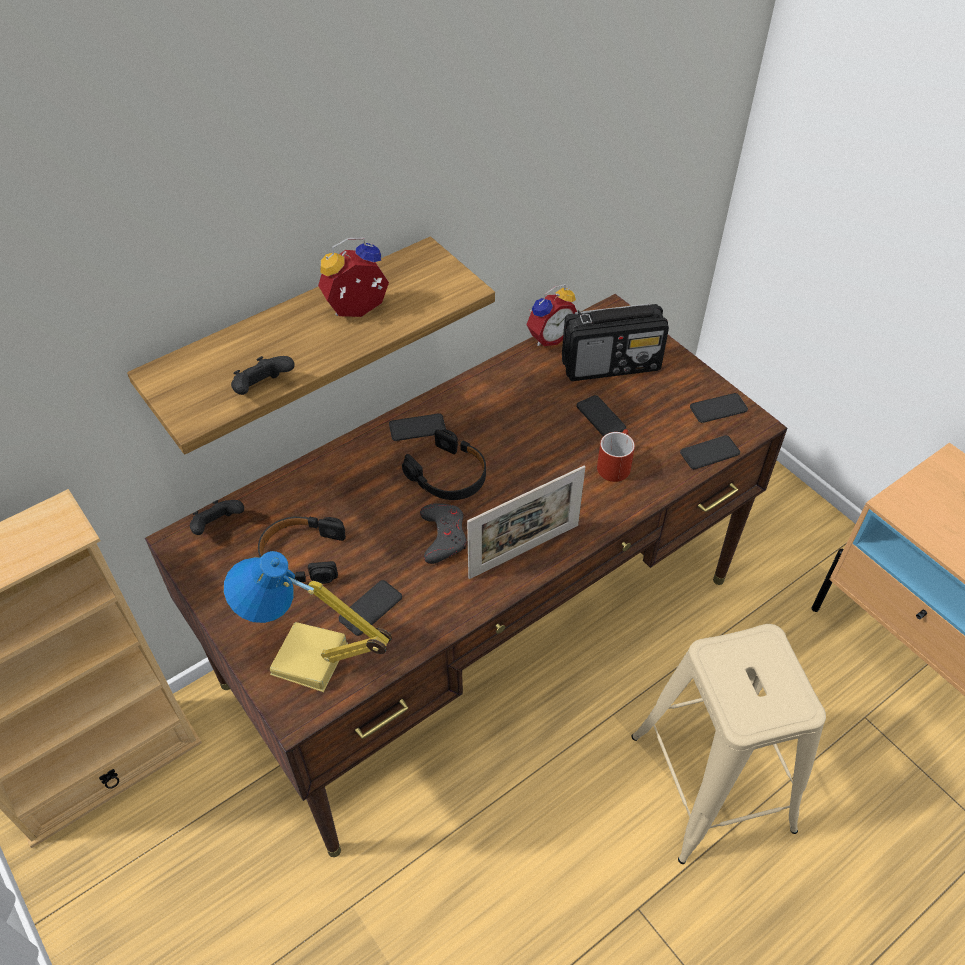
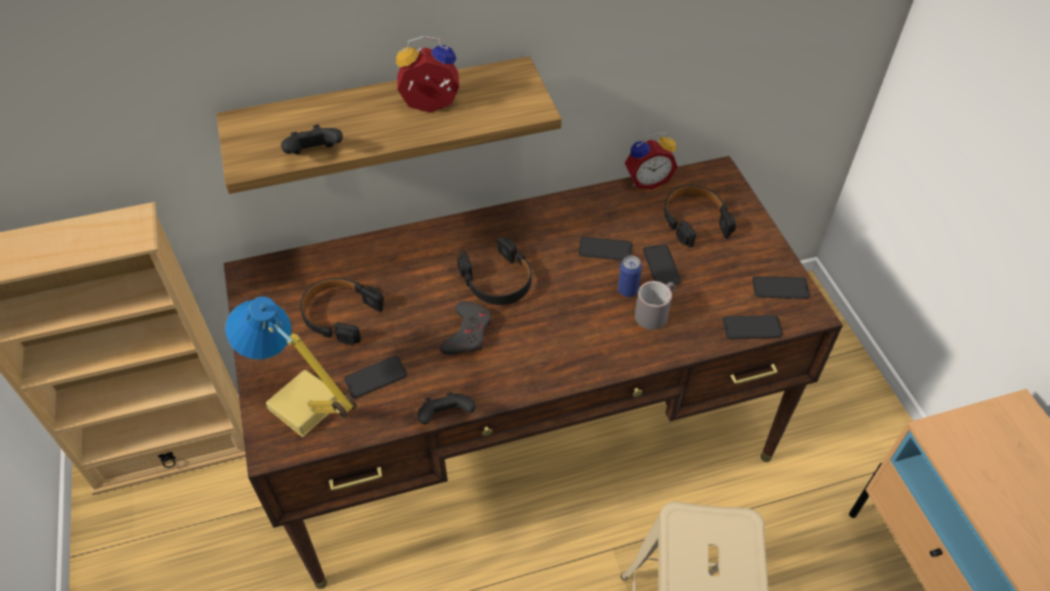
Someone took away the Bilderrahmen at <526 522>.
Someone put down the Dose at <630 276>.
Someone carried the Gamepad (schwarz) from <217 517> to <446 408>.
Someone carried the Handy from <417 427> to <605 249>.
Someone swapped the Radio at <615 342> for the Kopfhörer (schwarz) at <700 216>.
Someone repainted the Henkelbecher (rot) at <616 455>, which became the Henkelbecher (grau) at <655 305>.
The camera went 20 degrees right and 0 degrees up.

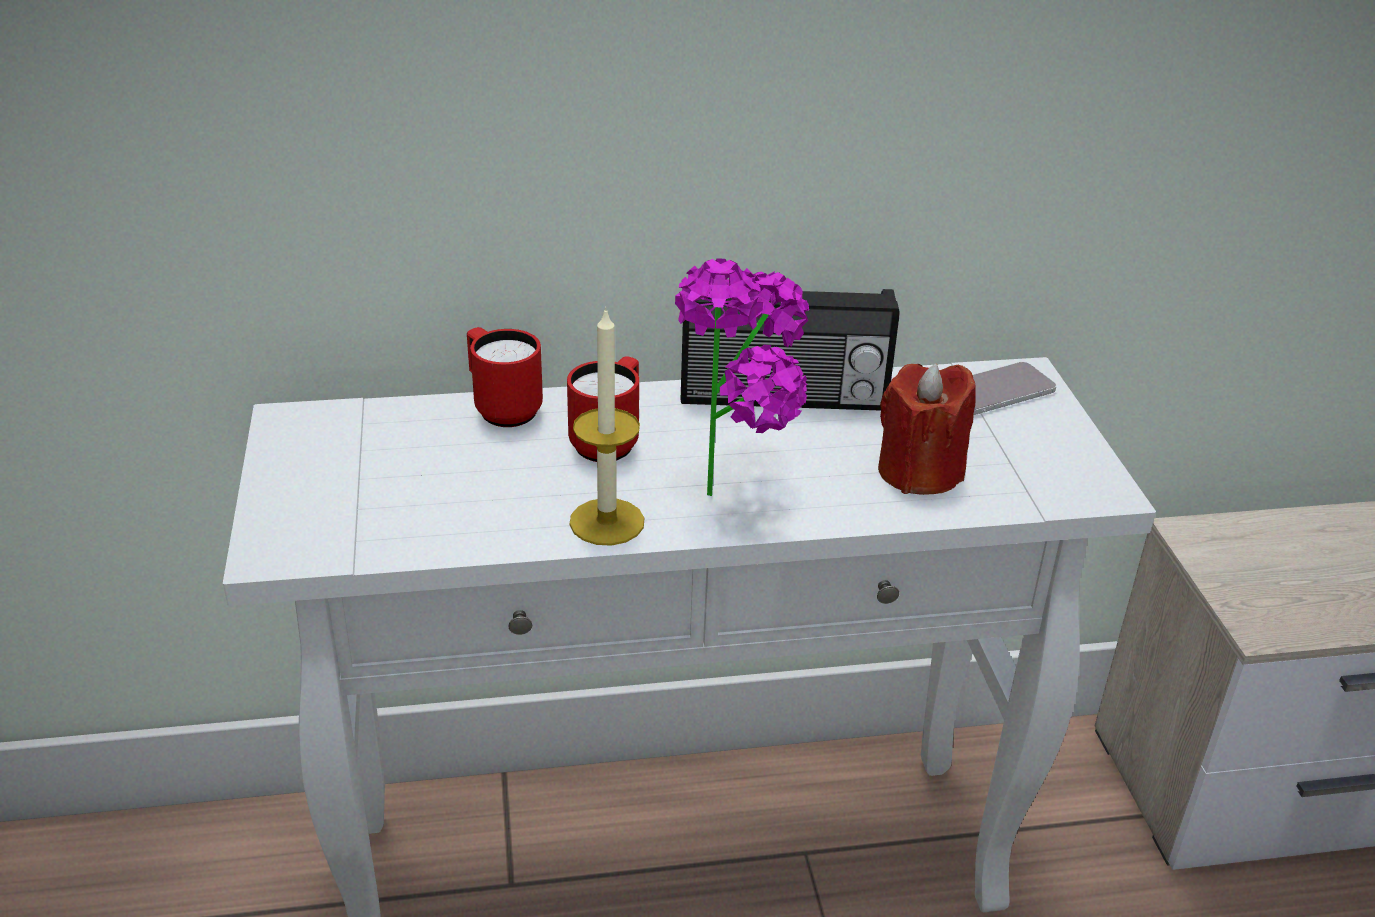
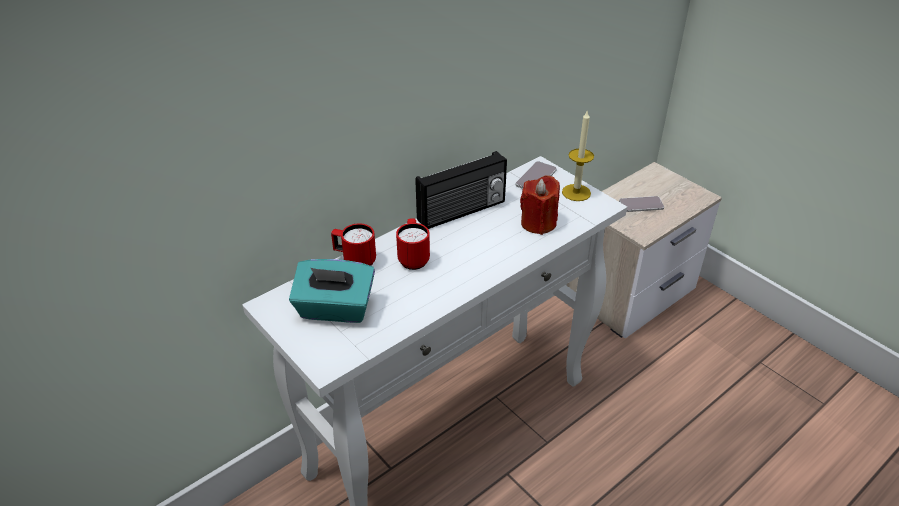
Someone took away the Topfpflanze at <742 377>.
Someone put down the Taschentuchbox (türkis) at <332 291>.
Someone put down the Handy at <641 204>.
Someone carried the Kerze from <606 426> to <578 156>.
The camera went 30 degrees left and 5 degrees up.

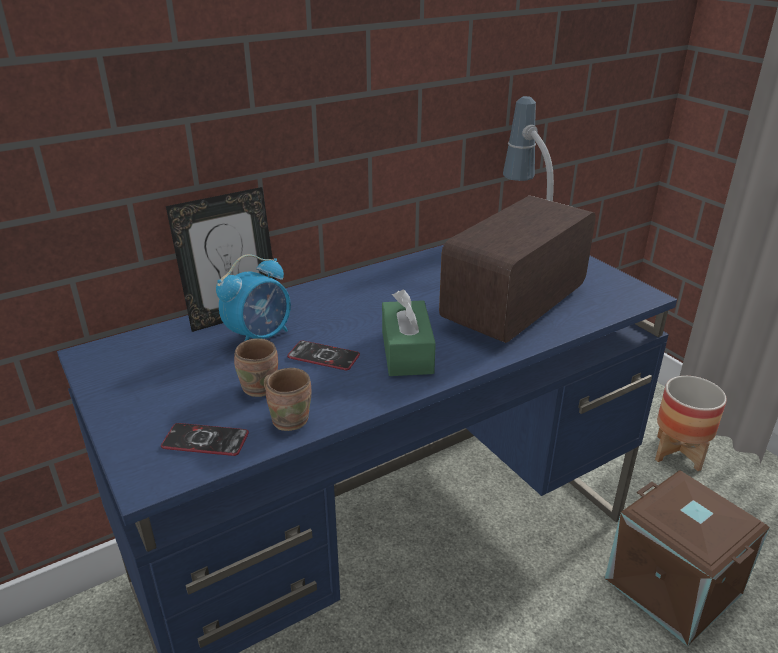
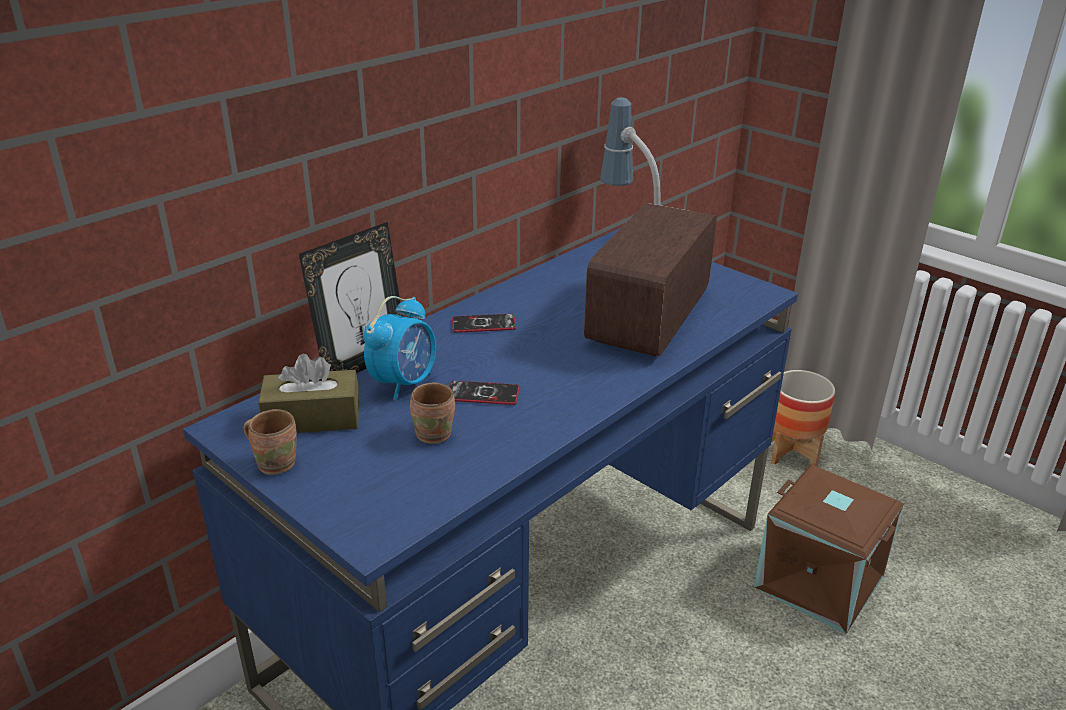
Someone took away the Taschentuchbox (grün) at <409 332>.
Someone put down the Taschentuchbox (braun) at <308 393>.
Someone carried the Handy from <205 439> to <484 323>.
Someone carried the Henkelbecher (braun) from <287 399> to <270 442>.
The camera went 15 degrees left and 0 degrees up.

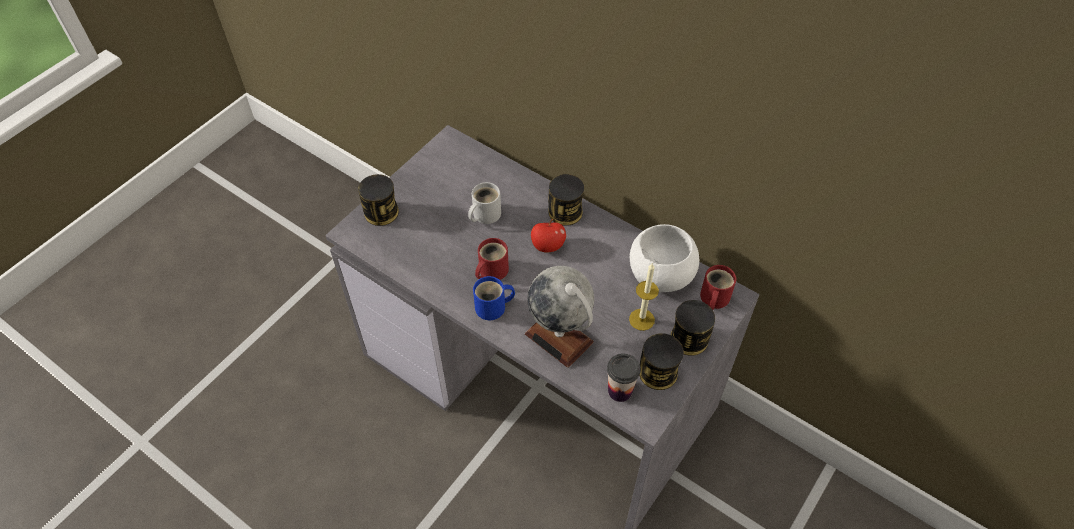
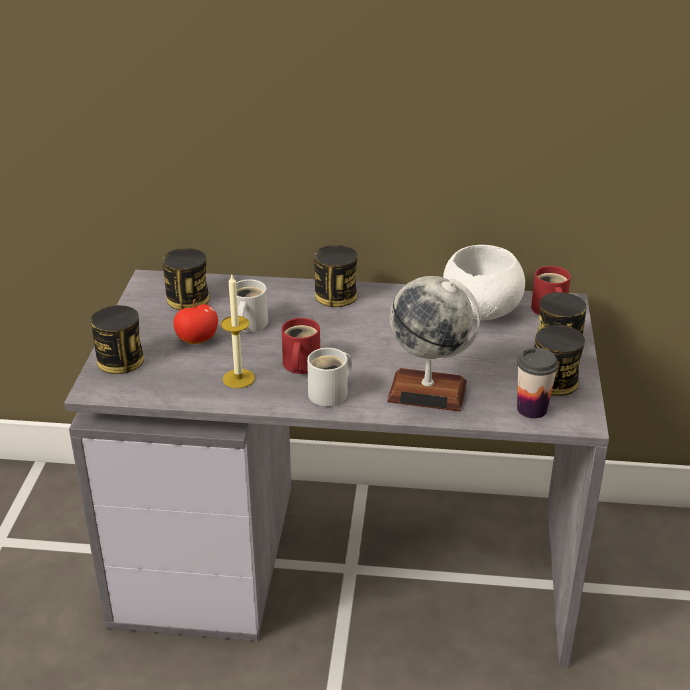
Someone put down the Dose at <186 279>.
Someone carried the Apfel from <548 236> to <195 321>.
Someone carried the Kerze from <644 297> to <238 330>.
Someone repainted the Henkelbecher (blau) at <494 298>, which became the Henkelbecher (weiß) at <329 377>.
The camera went 30 degrees left and 20 degrees down.

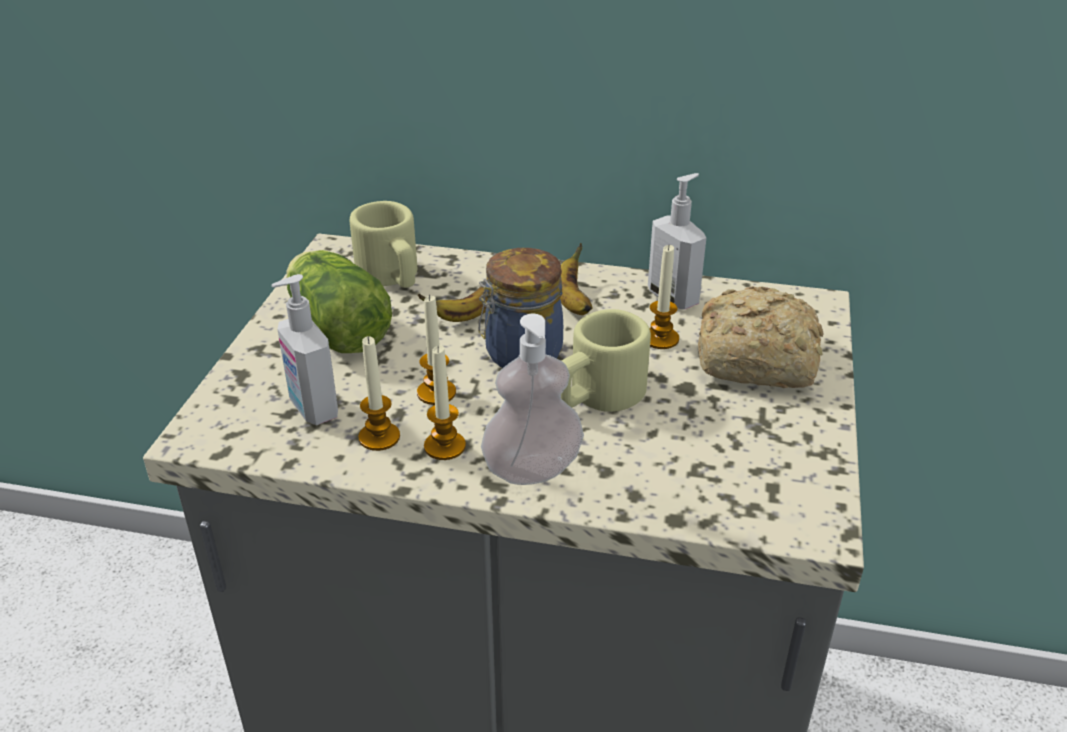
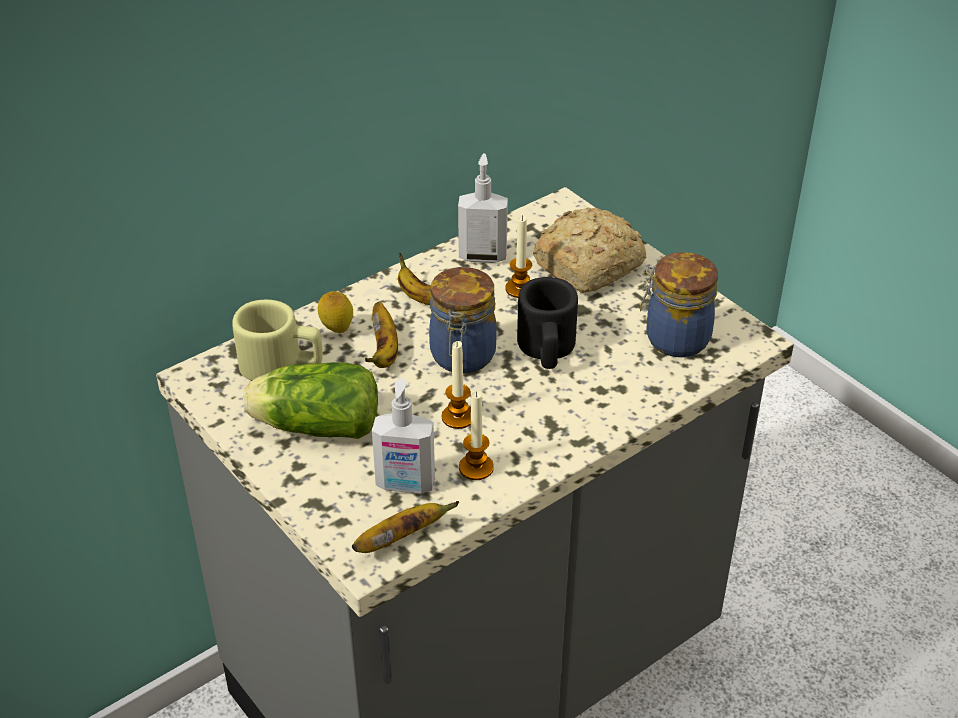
Someone took away the Kerze at <445 403>.
Someone took away the Seifenspender at <532 399>.
Someone put down the Zitrone at <335 312>.
Someone put down the Banane at <405 527>.
Someone put down the Vorratsglas at <679 304>.
Someone repainted the Henkelbecher (beige) at <606 360>, which became the Henkelbecher (schwarz) at <547 323>.
The camera went 50 degrees left and 5 degrees up.

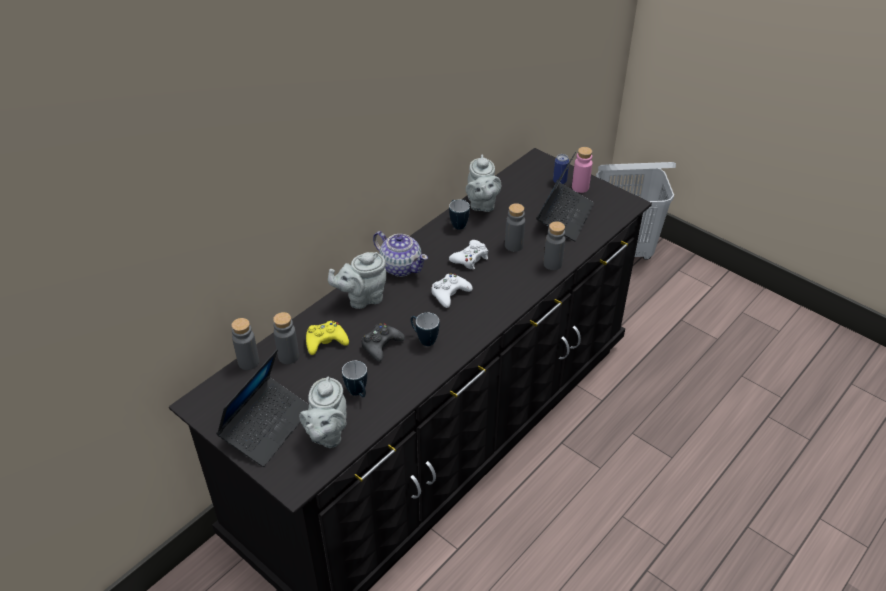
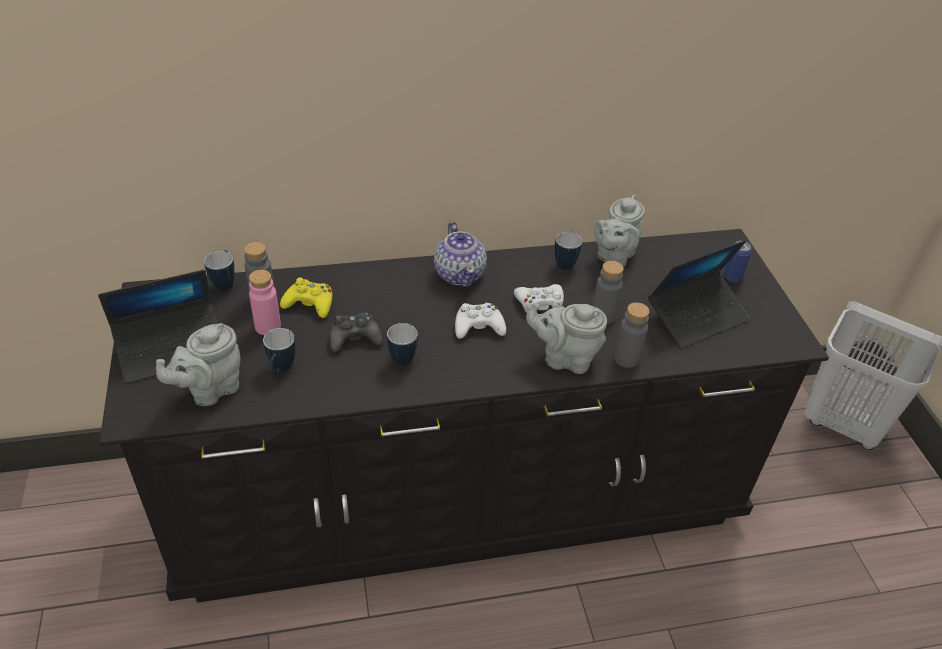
Someone carried the Teekanne (grau) from <357 280> to <566 338>.
Someone carried the Flasche (rosa) from <582 170> to <265 302>.
Someone swapped the Flasche (grau) at <245 344> for the Henkelbecher at <219 271>.
The camera went 35 degrees right and 0 degrees up.

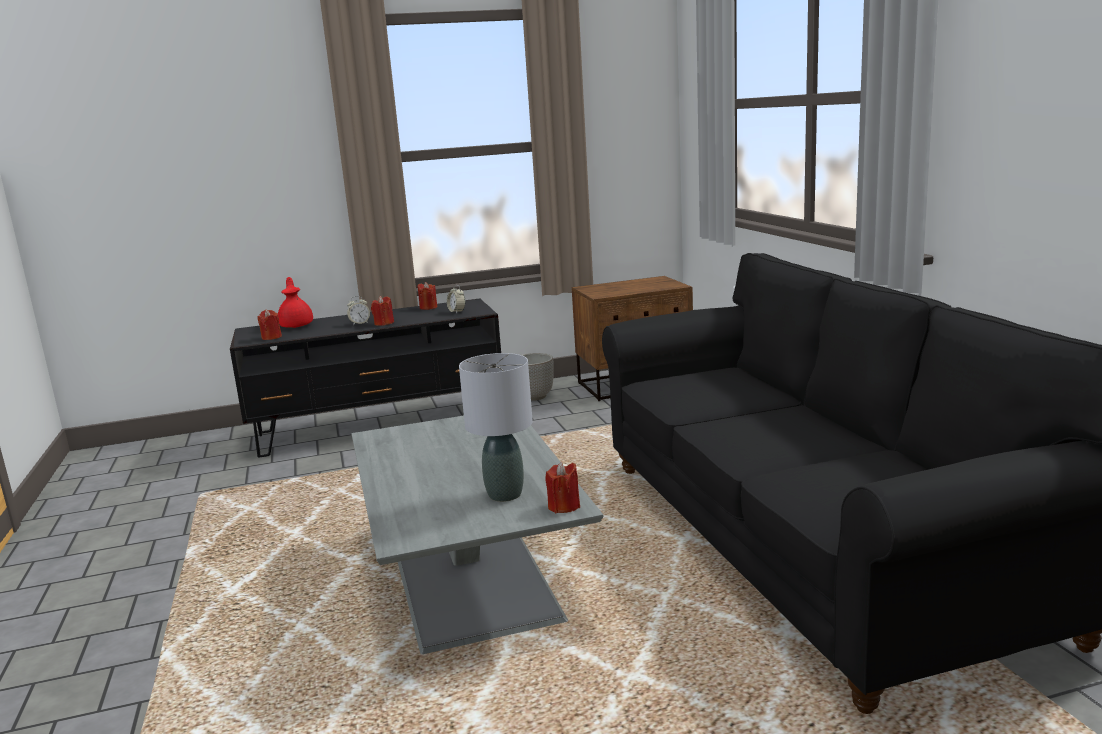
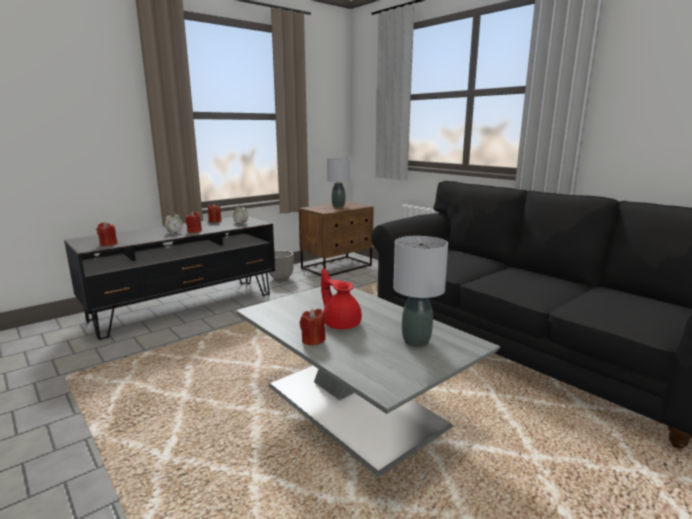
Someone put down the Tischlampe (grau) at <338 182>.
Someone carried the Teekanne (rot) from <295 302> to <341 299>.
Someone carried the Kerze (rot) from <562 487> to <313 327>.
The camera went 25 degrees left and 0 degrees up.

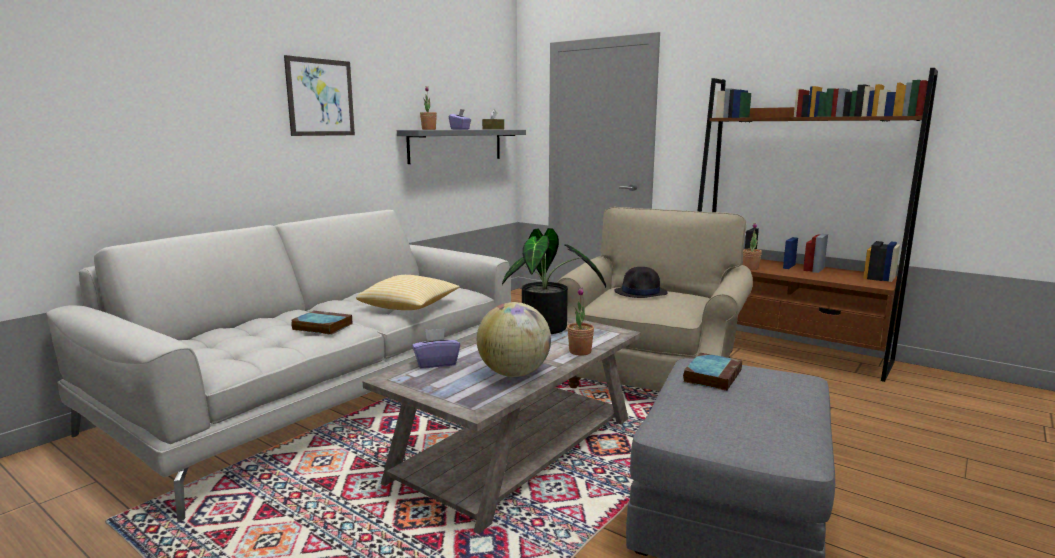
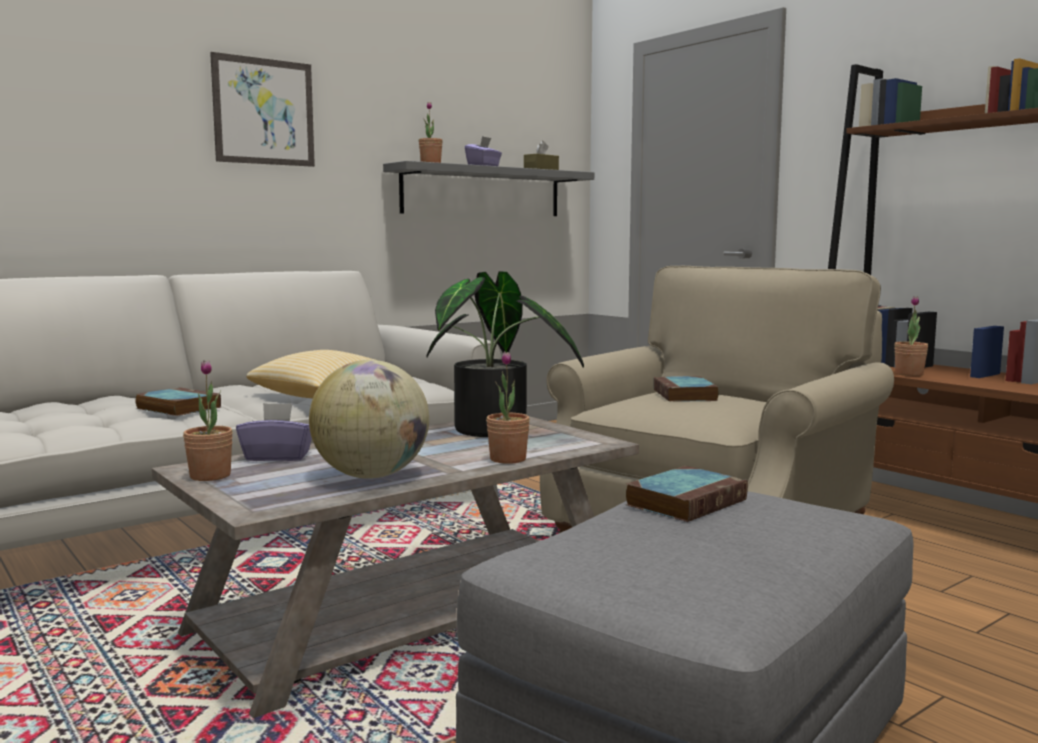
Someone put down the Topfpflanze at <208 420>.
Someone swapped the Hut (schwarz) at <640 282> for the Buch at <686 389>.
The camera went 15 degrees right and 5 degrees down.

